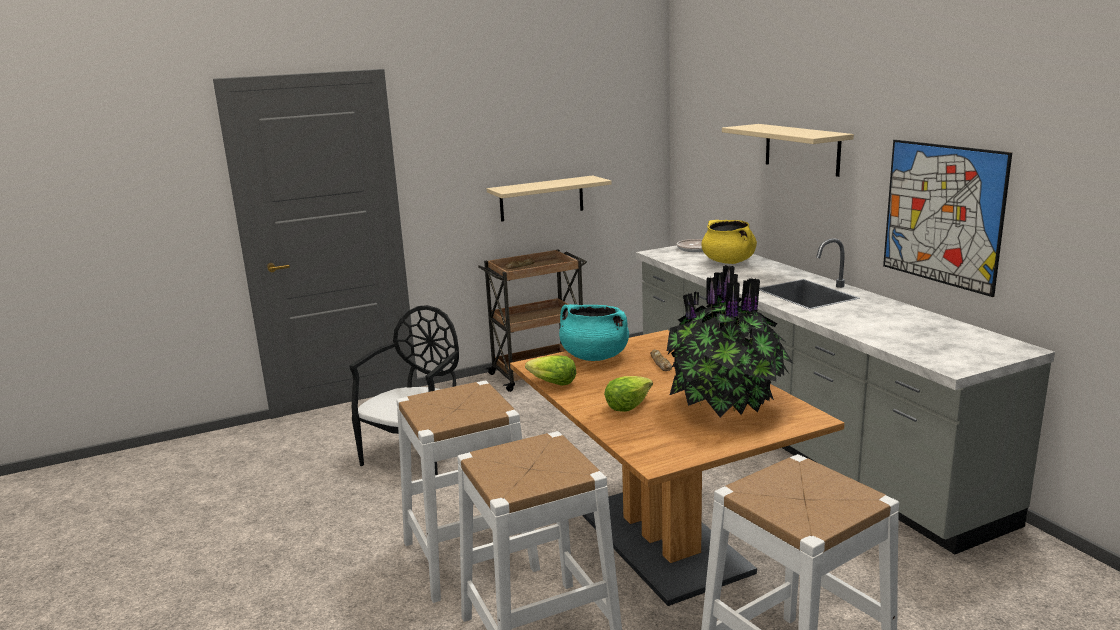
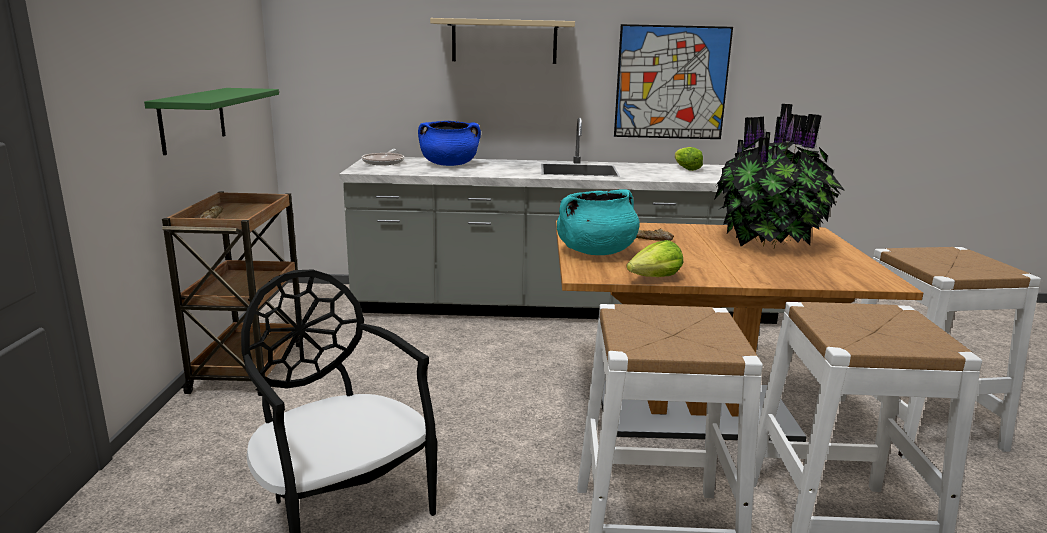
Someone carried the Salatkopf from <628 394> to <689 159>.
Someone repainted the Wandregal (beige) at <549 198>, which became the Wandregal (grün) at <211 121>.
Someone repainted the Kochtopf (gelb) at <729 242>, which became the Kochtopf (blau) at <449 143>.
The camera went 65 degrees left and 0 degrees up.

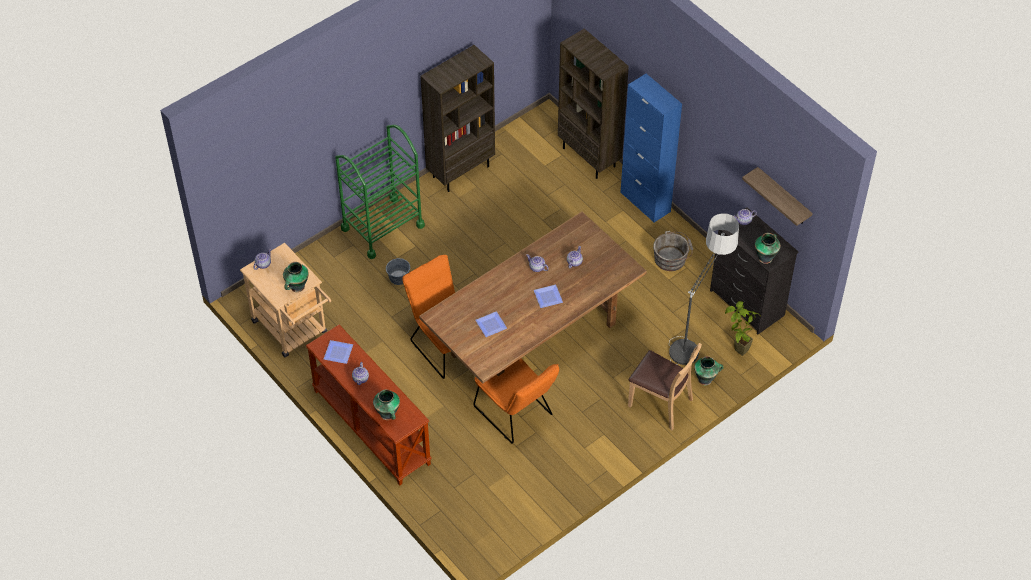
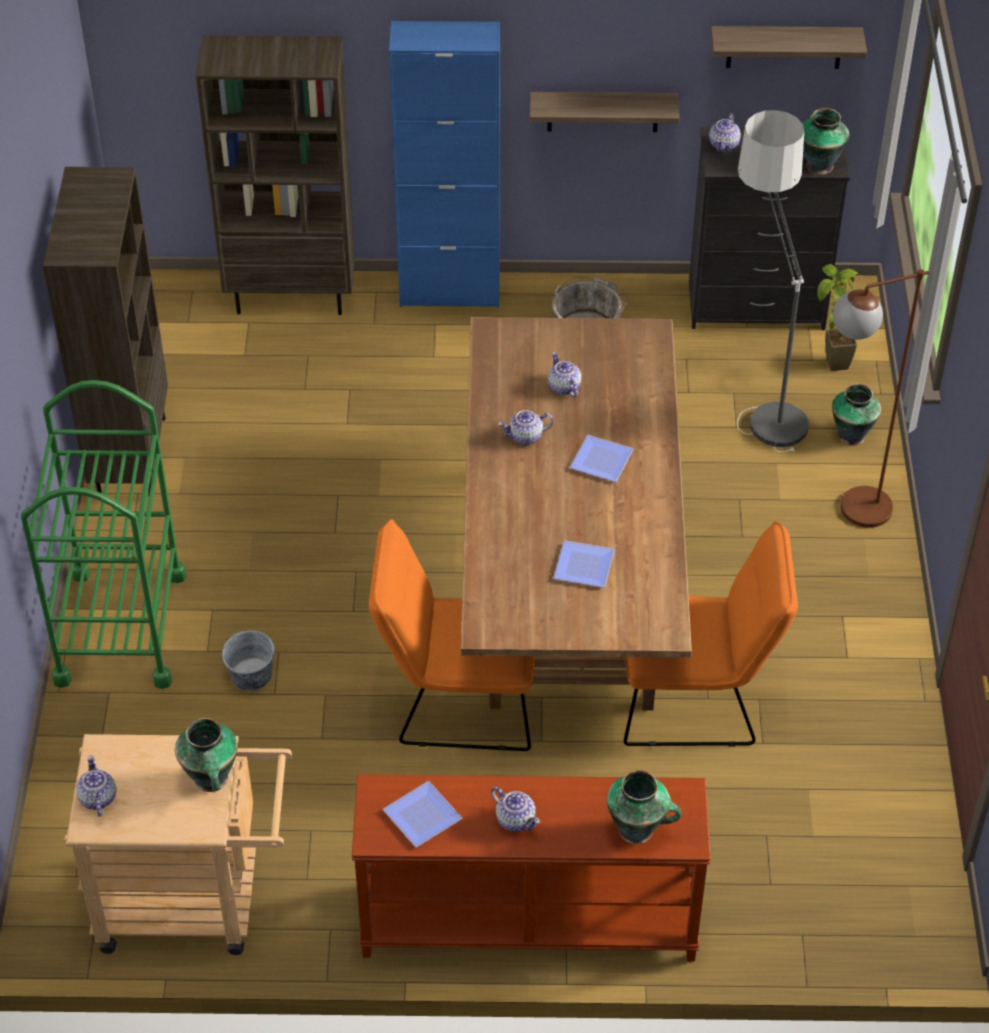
Someone put up the Wandregal at <604 112>.
Someone swapped the Stuhl (braun) at <665 386> for the Stehlampe (braun) at <881 398>.
The camera went 50 degrees left and 5 degrees down.

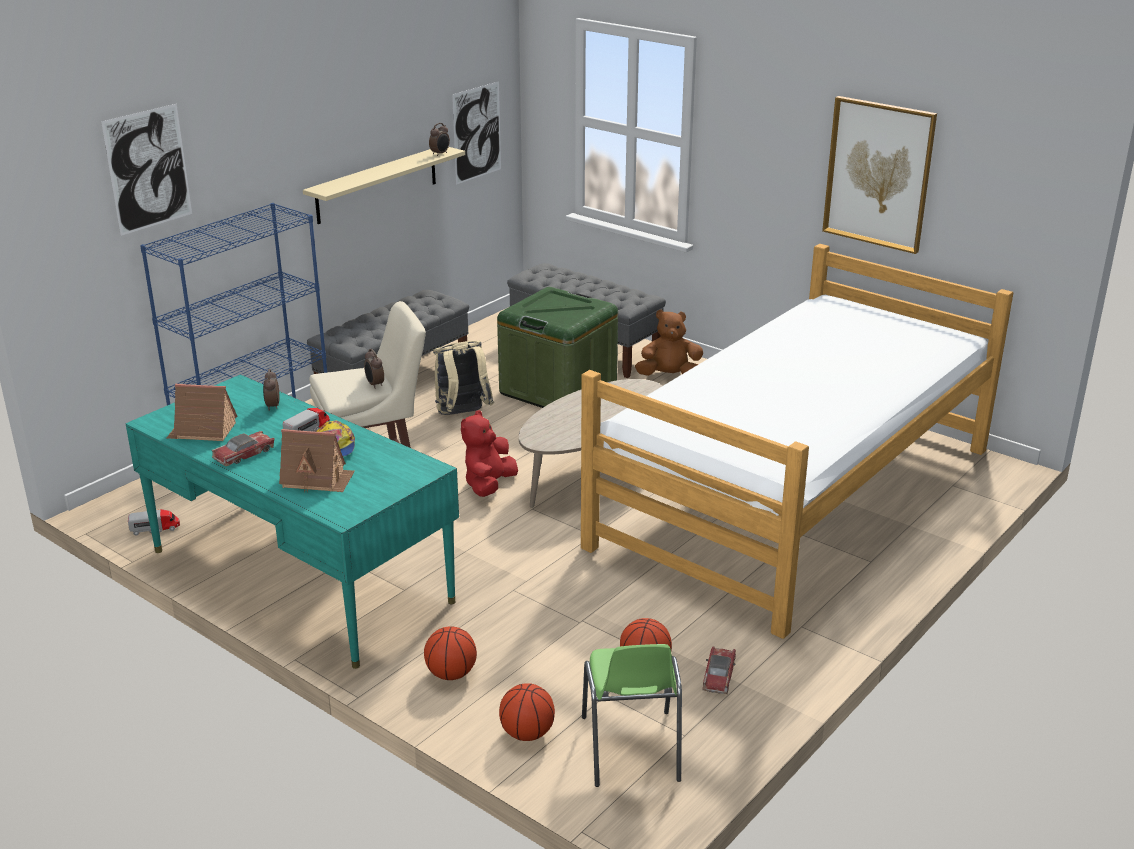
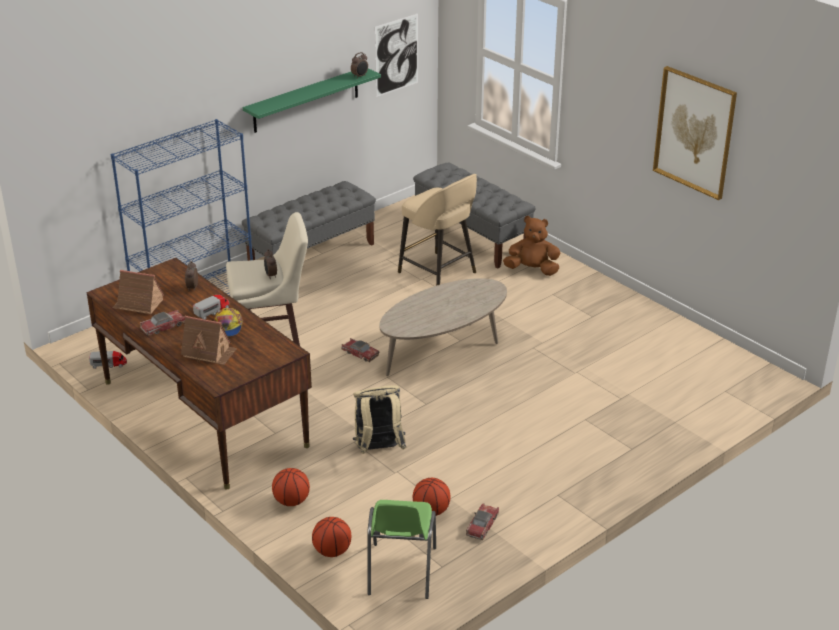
Someone took away the Bild at <146 170>.
Someone took away the Bett at <797 441>.
Someone carried the Rucksack (beige) from <463 378> to <379 419>.
Someone swapped the Plüschtier (rot) at <489 453> for the Spielzeugauto at <360 350>.
Someone swapped the Aufbewahrungsbox (grün) at <557 347> for the Hocker (beige) at <437 230>.
Someone repainted the Schreibtisch (türkis) at <292 521>, which became the Schreibtisch (braun) at <199 373>.
Someone repainted the Wandregal (beige) at <384 185>, which became the Wandregal (grün) at <312 100>.
The camera went 10 degrees right and 5 degrees up.

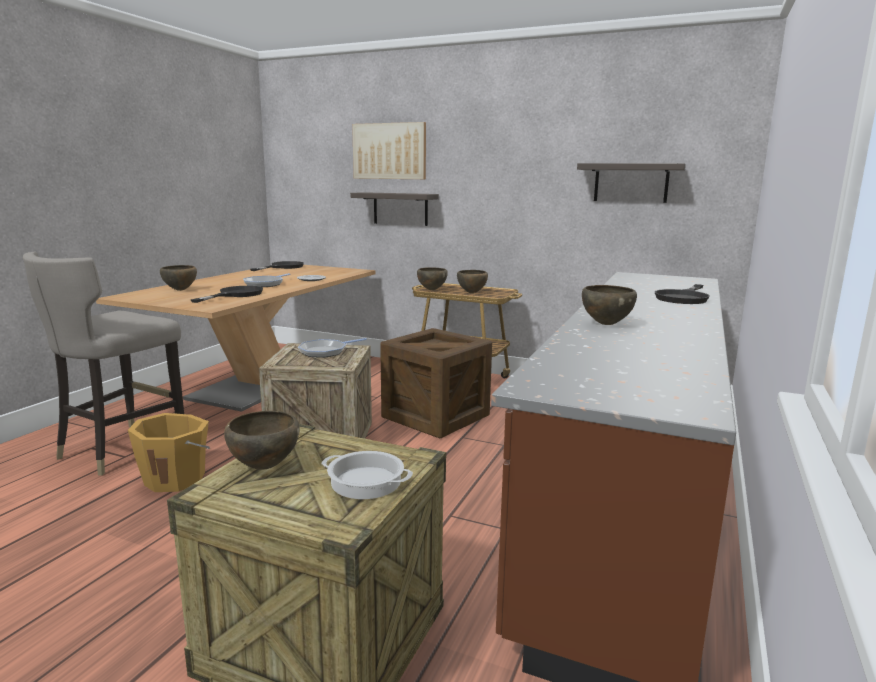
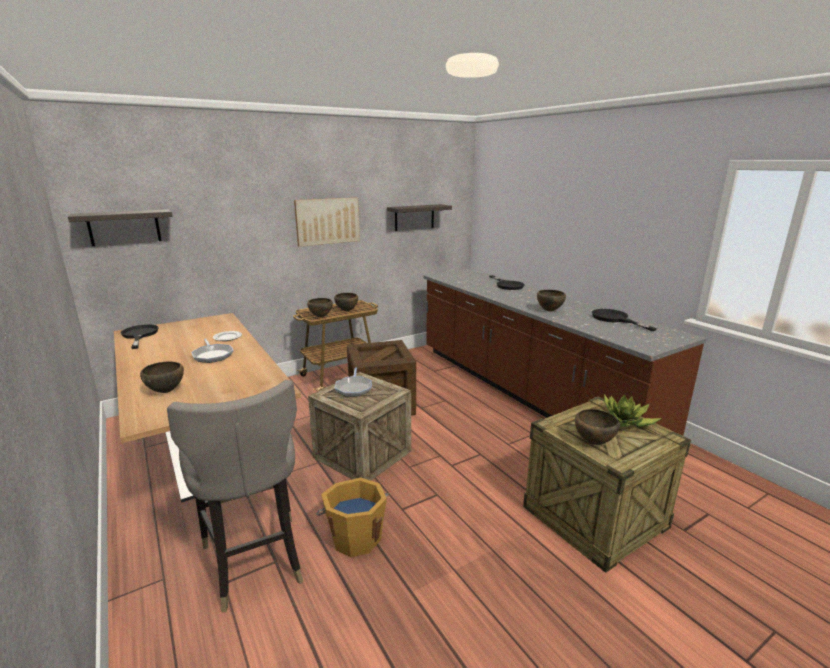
Someone carried the Pfanne (schwarz) from <227 294> to <624 320>.
Someone carried the Wandregal from <394 209> to <120 227>.
Someone carried the Bild from <389 150> to <327 222>.
Someone swapped the Kochtopf at <367 475> for the Topfpflanze at <631 410>.
The camera went 55 degrees left and 5 degrees up.

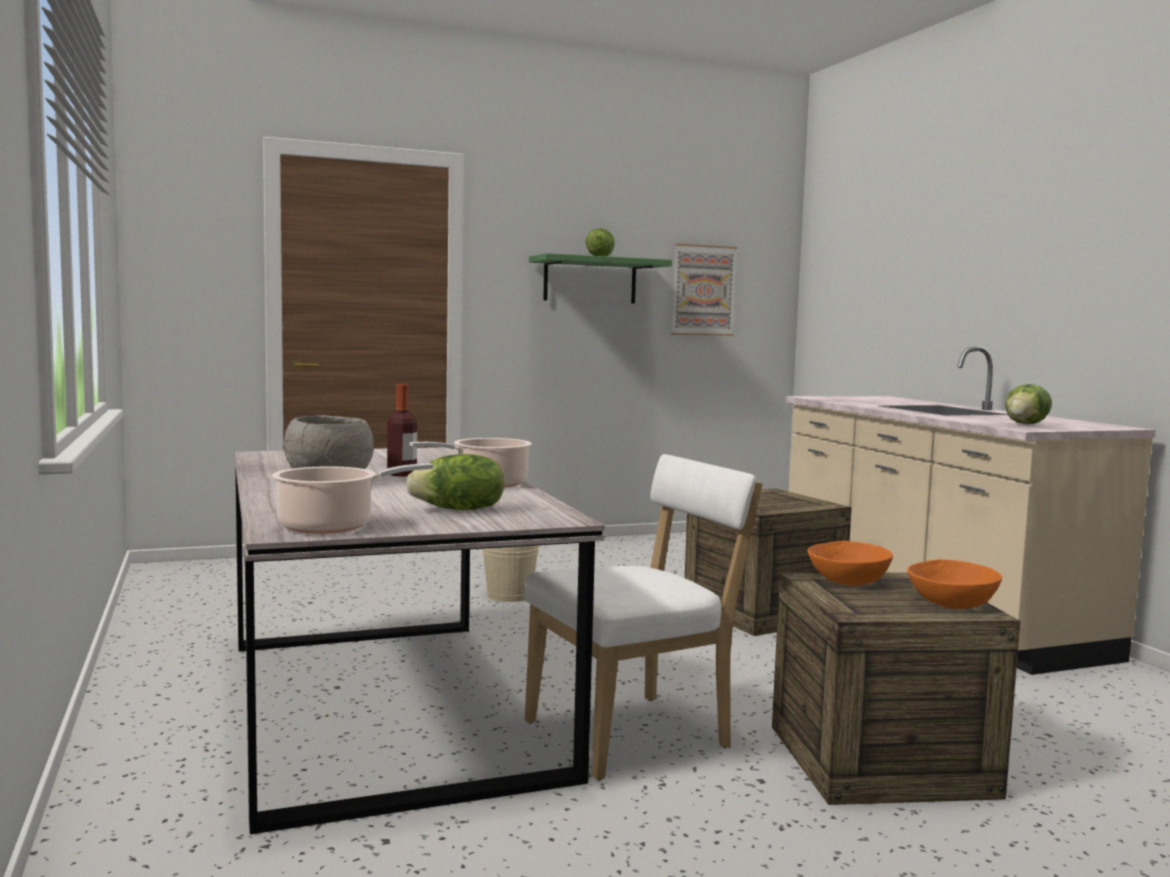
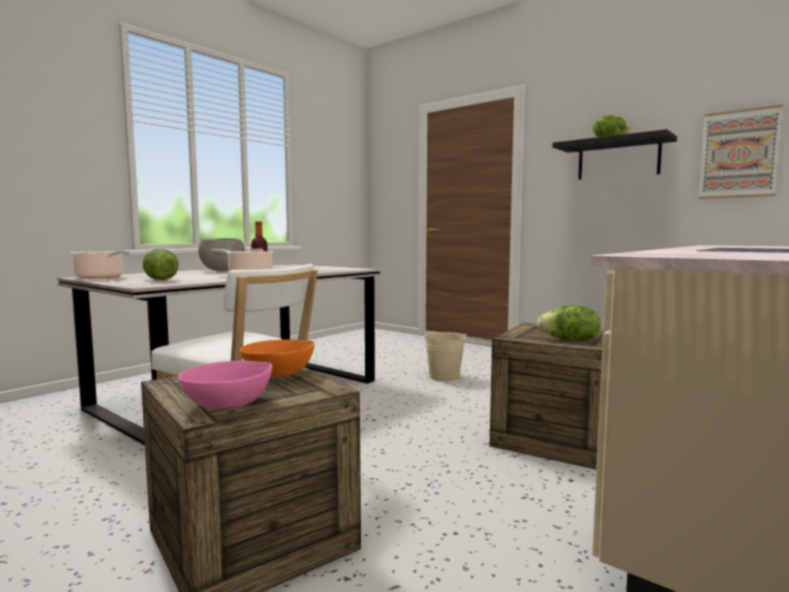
Someone carried the Salatkopf from <1029 404> to <569 323>.
Someone repainted the Wandregal (grün) at <600 278>, which became the Wandregal (schwarz) at <614 154>.
Someone repainted the Schüssel (orange) at <954 584>, which became the Schüssel (rosa) at <225 385>.
The camera went 60 degrees right and 0 degrees up.

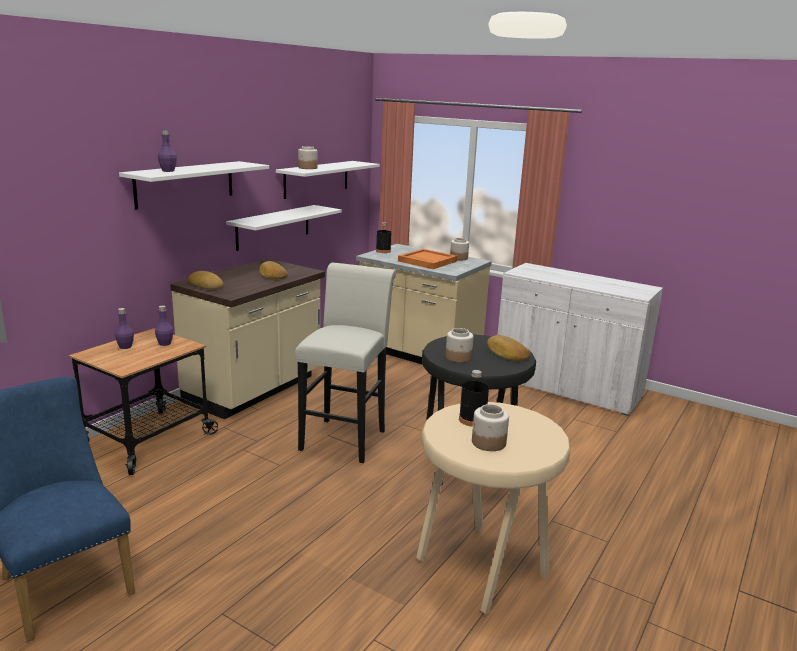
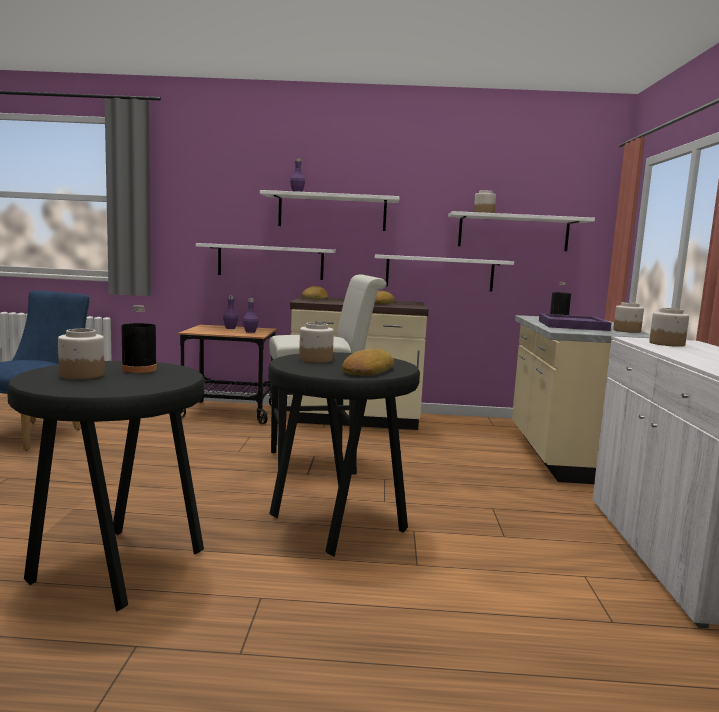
Someone put up the Wandregal (weiß) at <266 261>.
Someone put down the Vorratsglas at <669 327>.
Someone repainted the Tablett (orange) at <427 259>, which became the Tablett (lila) at <575 322>.
Someone repainted the Hocker (beige) at <493 508>, which became the Hocker (schwarz) at <106 486>.
The camera went 60 degrees right and 10 degrees down.

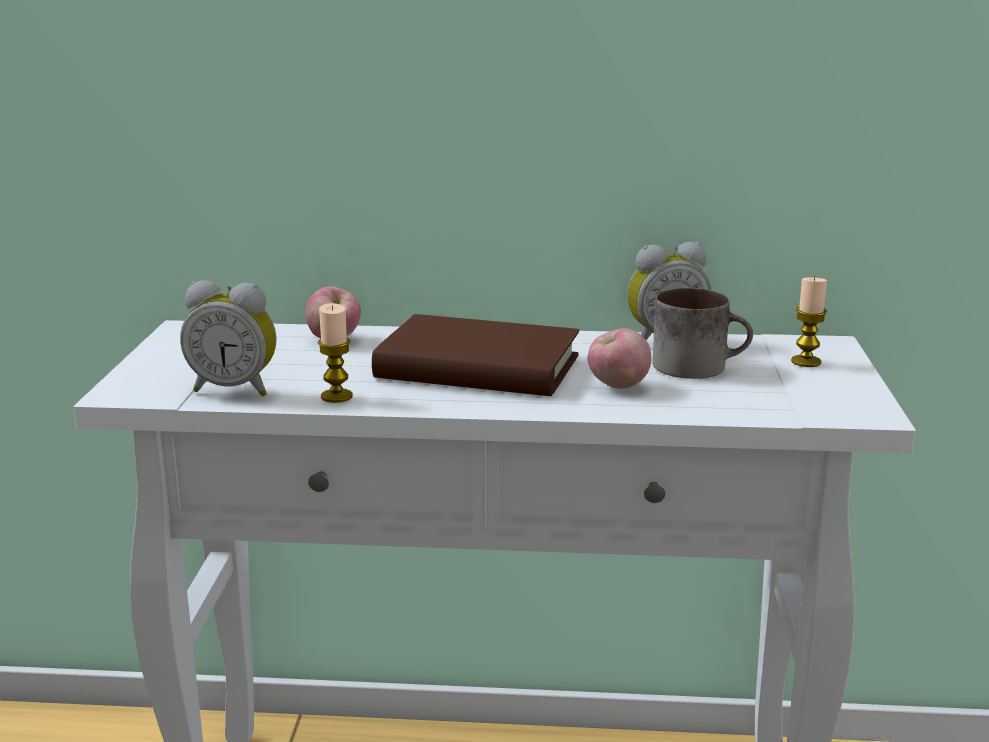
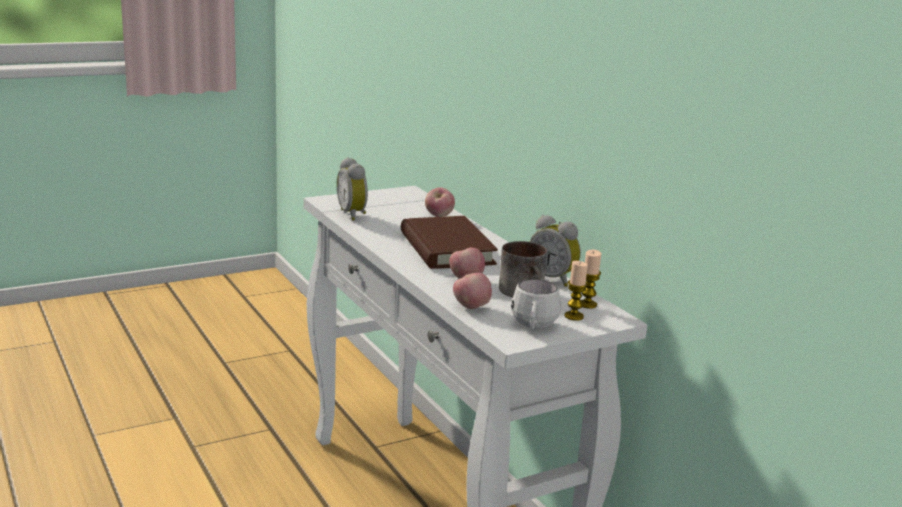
Someone put down the Apfel at <472 291>.
Someone put down the Henkelbecher (weiß) at <536 304>.
Someone carried the Kerze from <335 353> to <591 279>.
The camera went 55 degrees right and 0 degrees up.

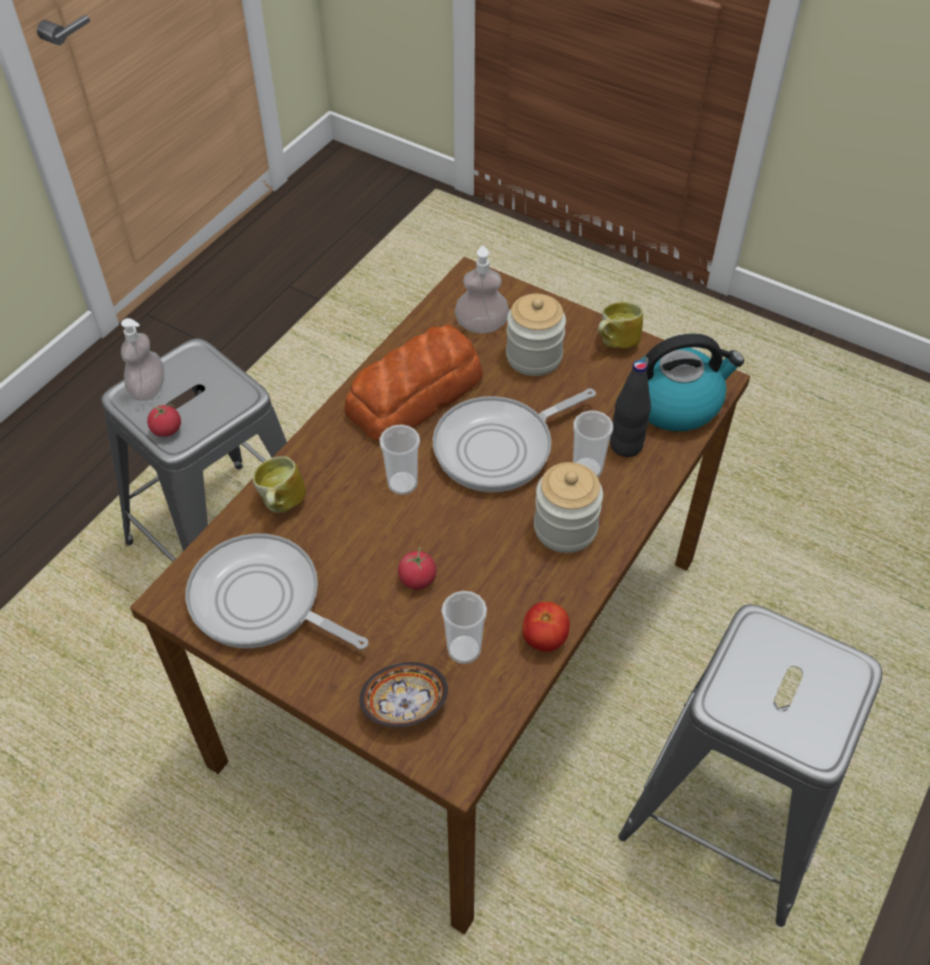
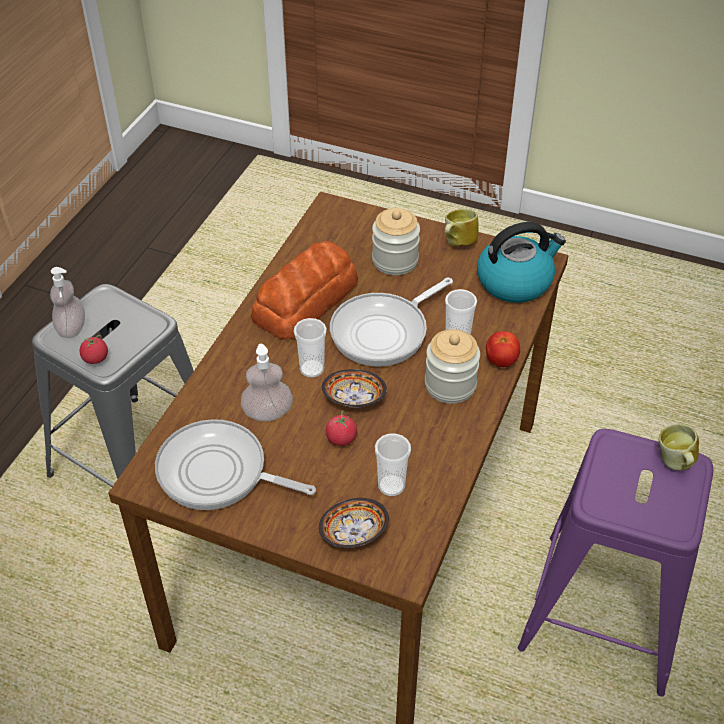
Someone took away the Flasche (schwarz) at <630 408>.
Someone put down the Schüssel at <354 388>.
Someone carried the Henkelbecher from <279 484> to <679 447>.
Someone carried the Seifenspender from <482 289> to <267 382>.
Someone carried the Tomate from <546 627> to <503 349>.
Someone repainted the Hocker (grau) at <750 765>, which became the Hocker (lila) at <615 563>.
The camera went 10 degrees left and 5 degrees down.

